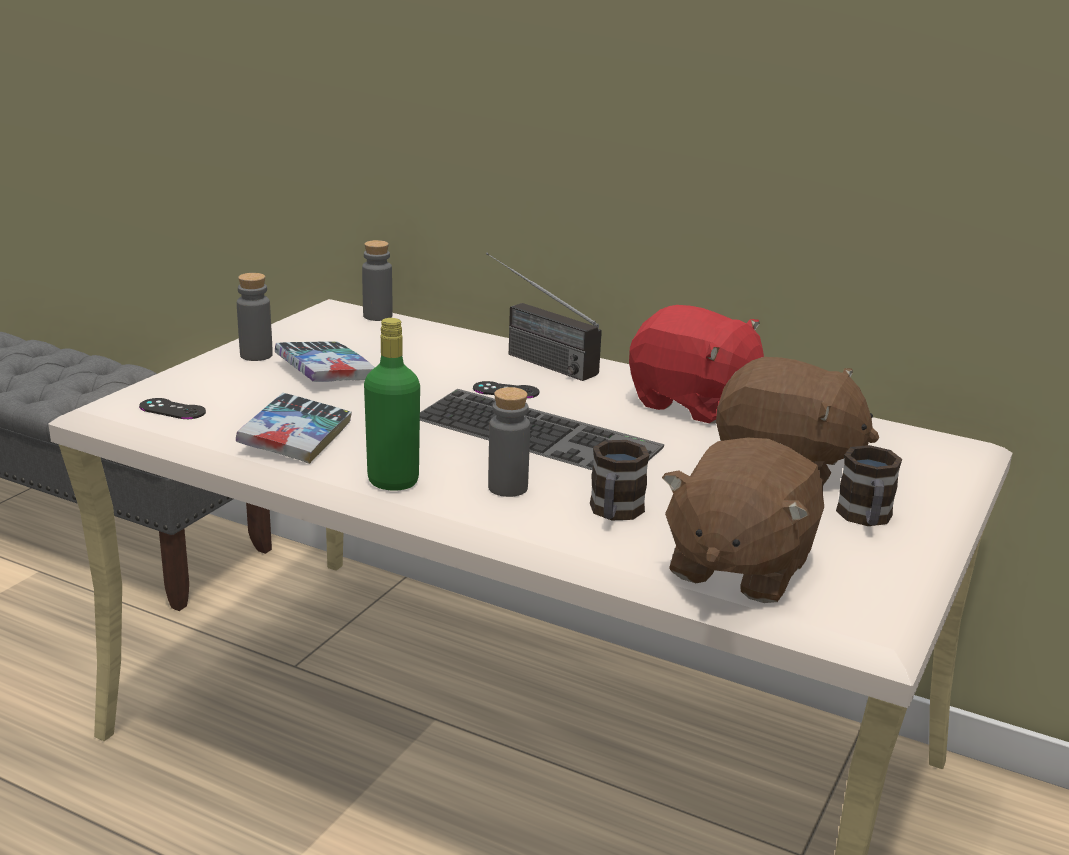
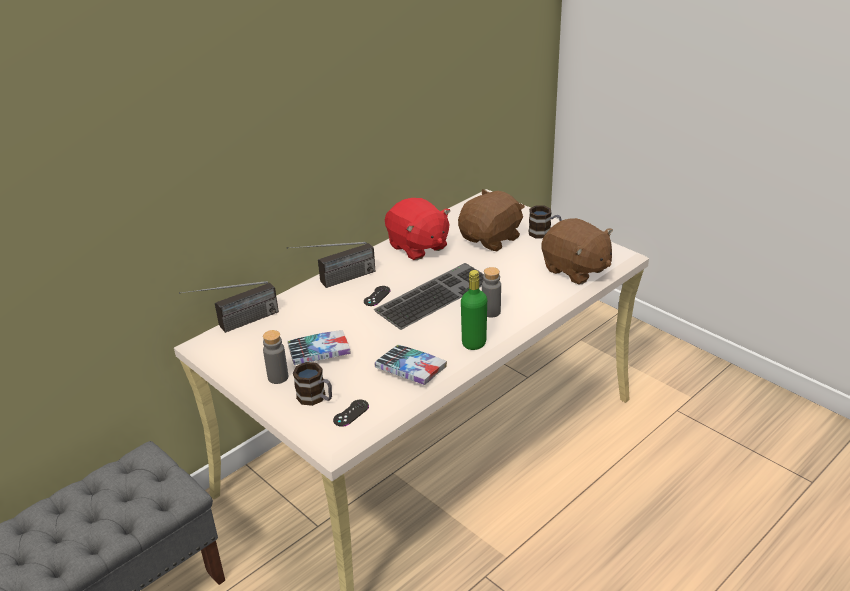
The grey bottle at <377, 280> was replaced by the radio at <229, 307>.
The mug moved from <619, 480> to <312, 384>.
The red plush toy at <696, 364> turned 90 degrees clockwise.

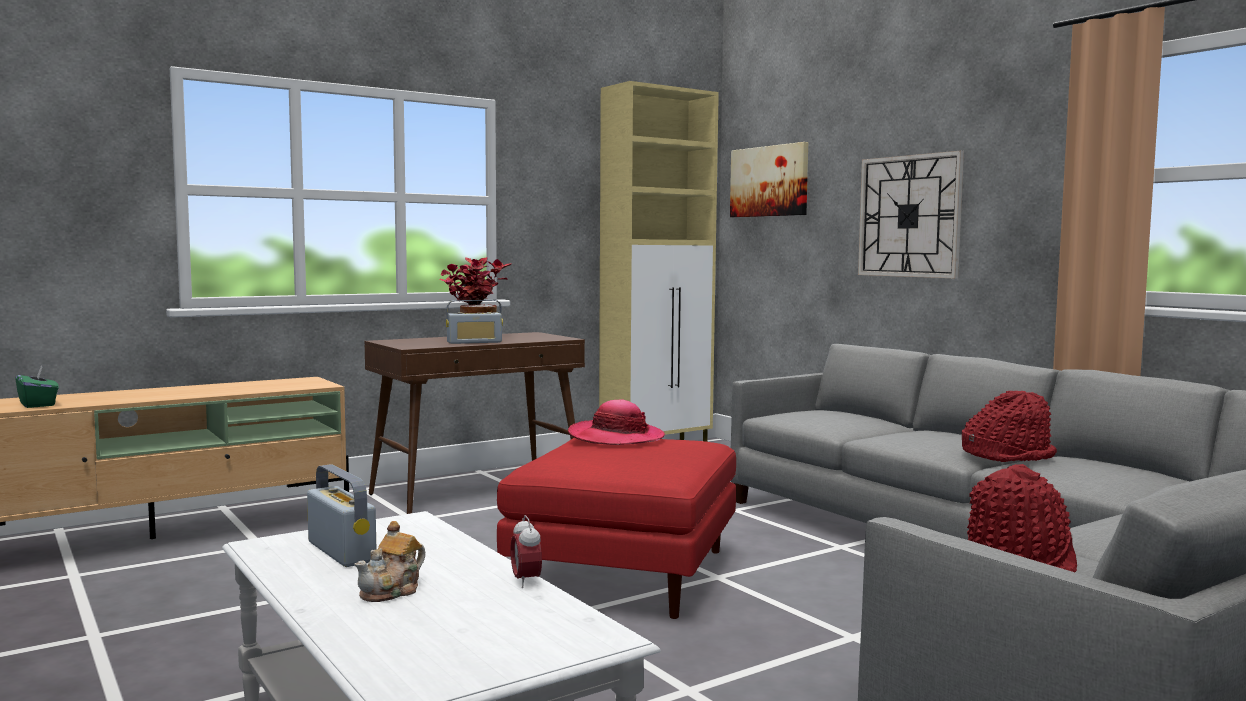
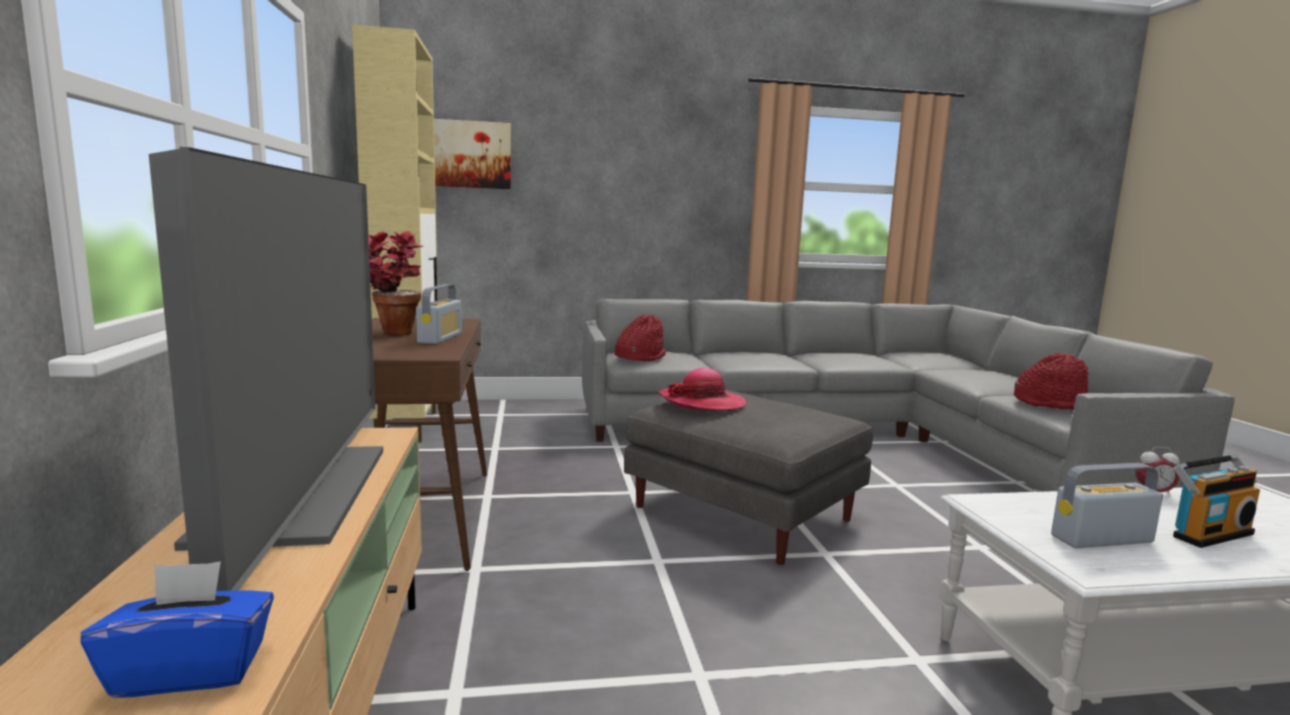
The green tissue box at <37, 386> became the blue tissue box at <177, 629>.
The teapot at <390, 561> was replaced by the radio at <1216, 501>.
The red ottoman at <616, 528> became the grey ottoman at <748, 477>.
The wall clock at <911, 214> disappeared.
The red hat moved from <1009, 426> to <640, 338>.
The television at <266, 369> appeared.

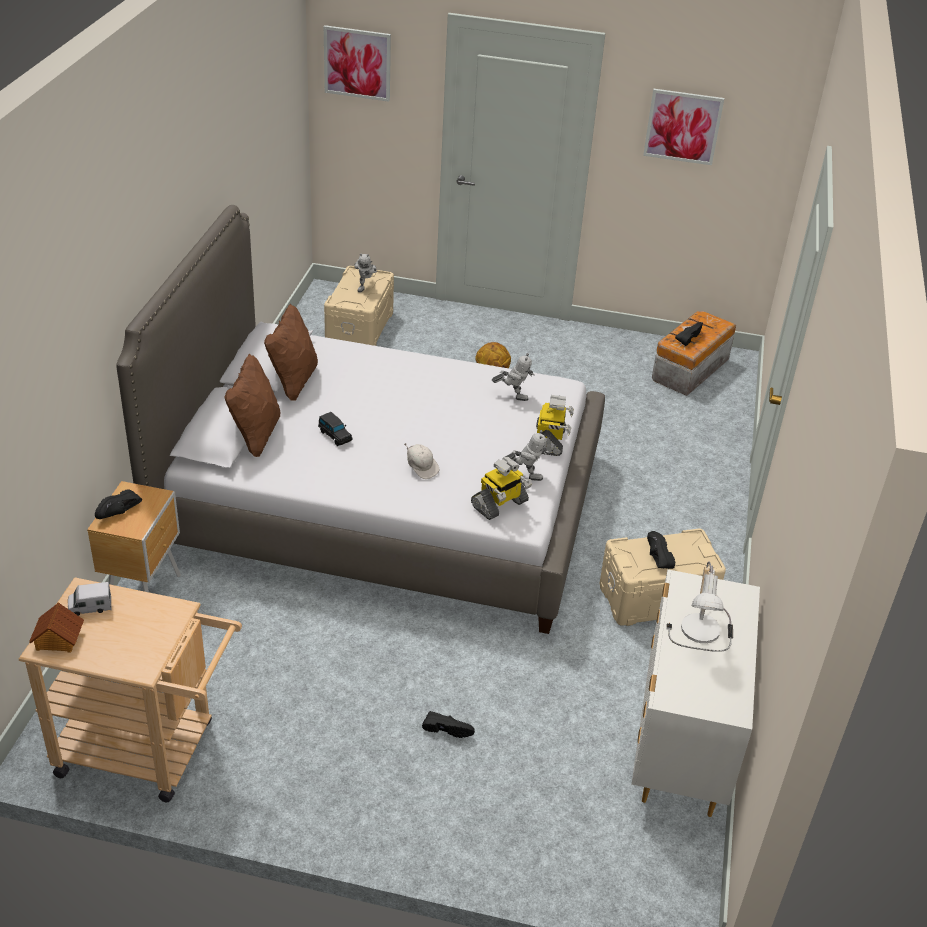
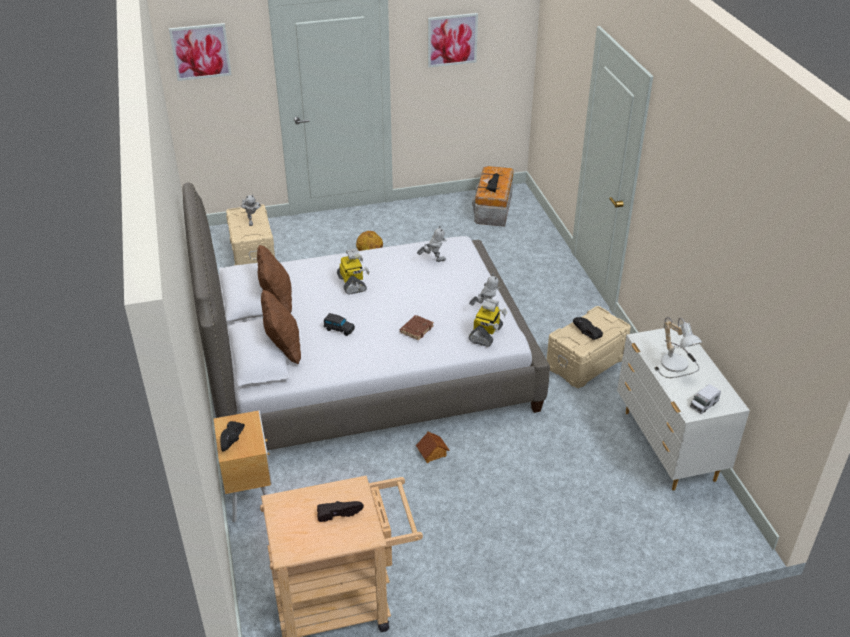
The toy house moved from <56, 627> to <433, 447>.
The toy truck moved from <89, 599> to <705, 399>.
The white cap at <421, 461> was replaced by the brown book at <417, 327>.
The black shoe moved from <448, 724> to <340, 511>.
The toy robot moved from <555, 425> to <353, 271>.

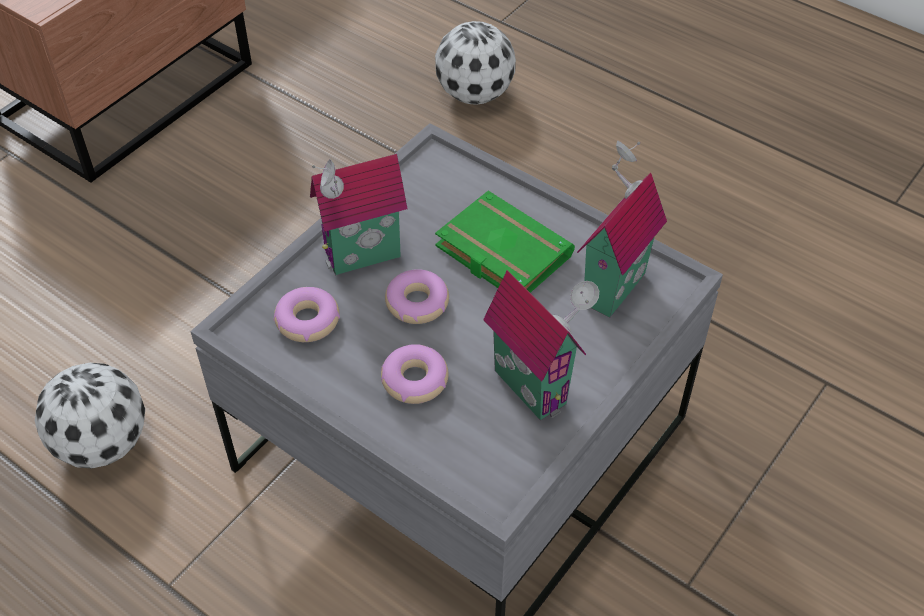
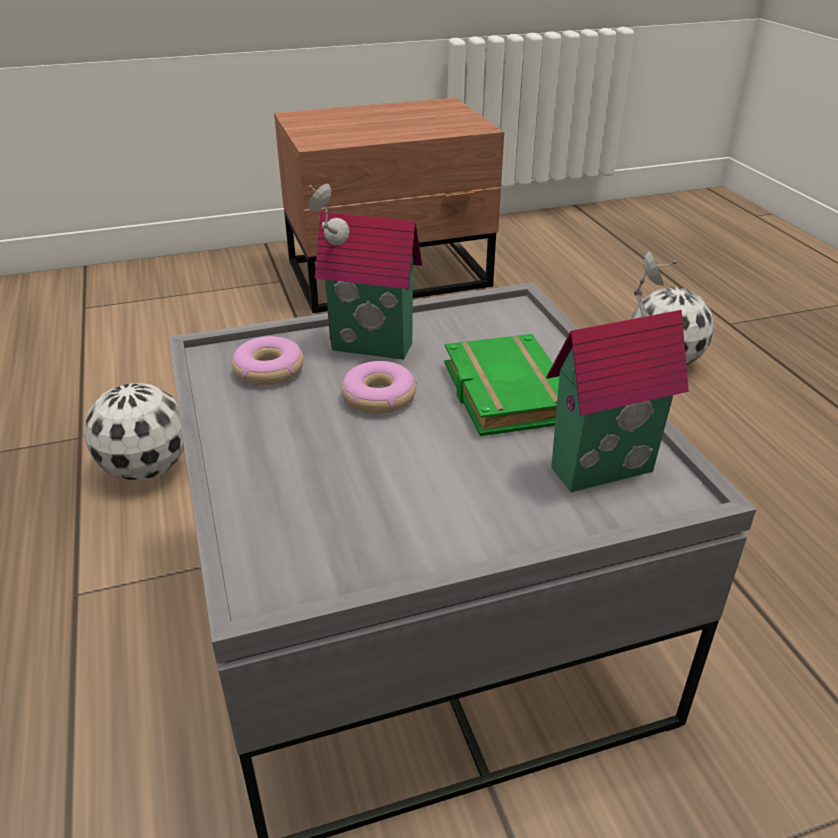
The donut at <415, 374> disappeared.
The toy house at <541, 345> disappeared.

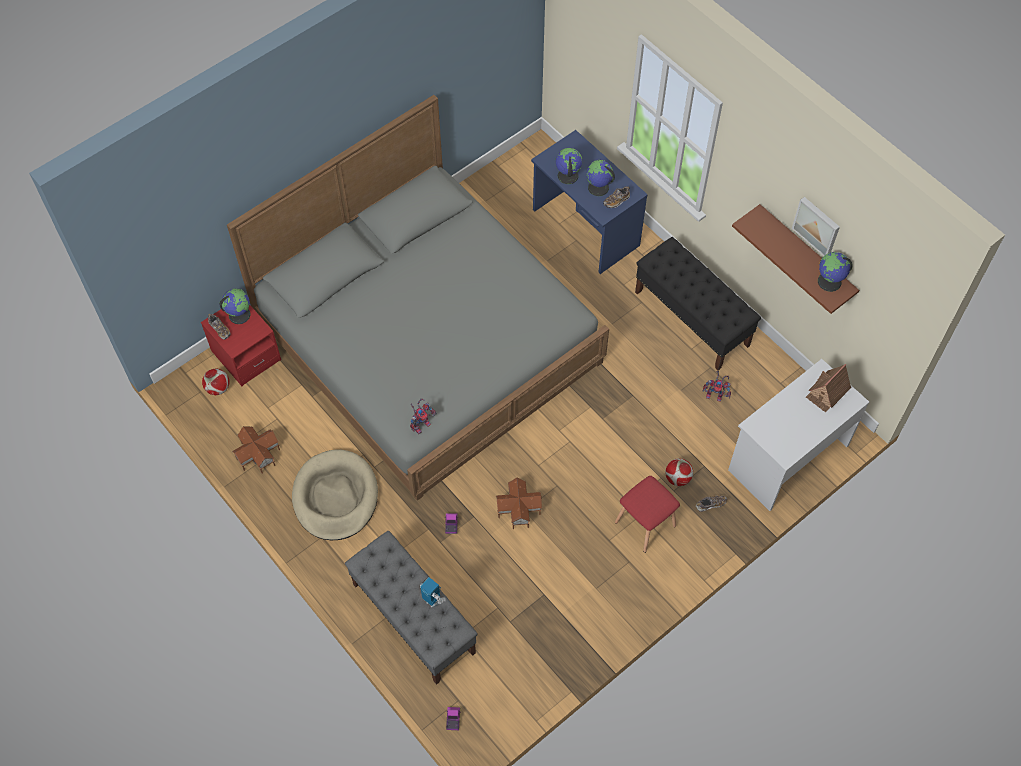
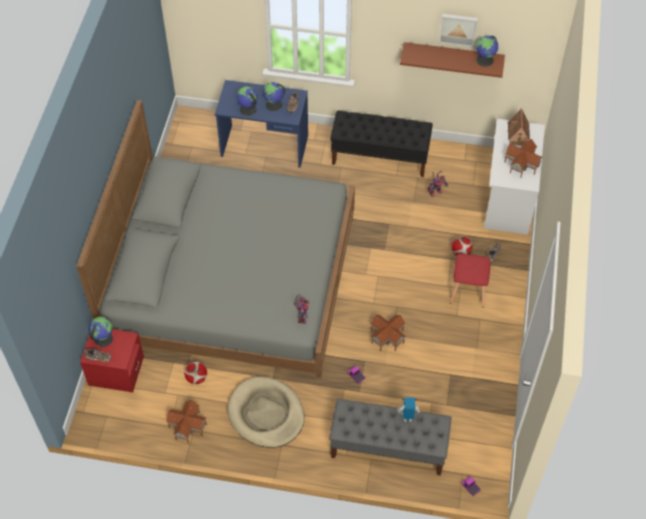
The football moved from <215, 382> to <195, 373>.
The toy house at <523, 158> appeared.

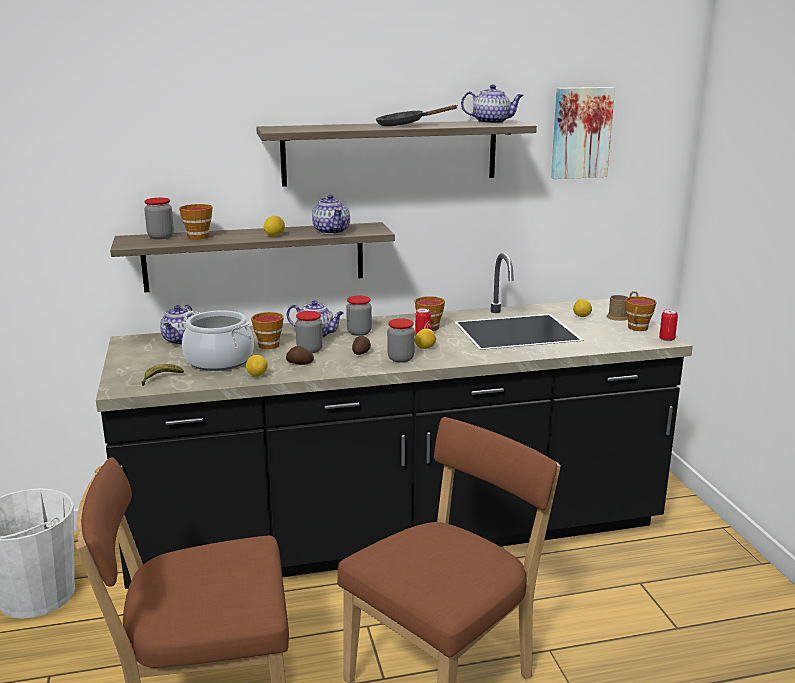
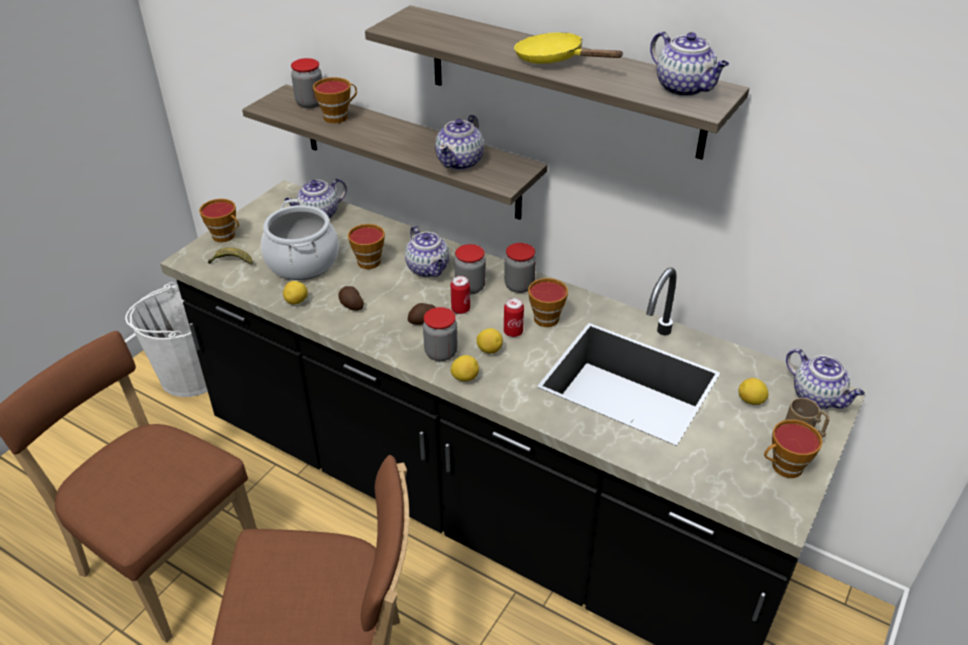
The lemon moved from <274, 226> to <465, 368>.
The jar moved from <309, 332> to <520, 268>.
The black frying pan at <417, 115> became the yellow frying pan at <569, 48>.
The picture at <583, 133> disappeared.
The can moved from <668, 325> to <460, 295>.
The cup at <219, 220> appeared.
The teapot at <825, 378> appeared.

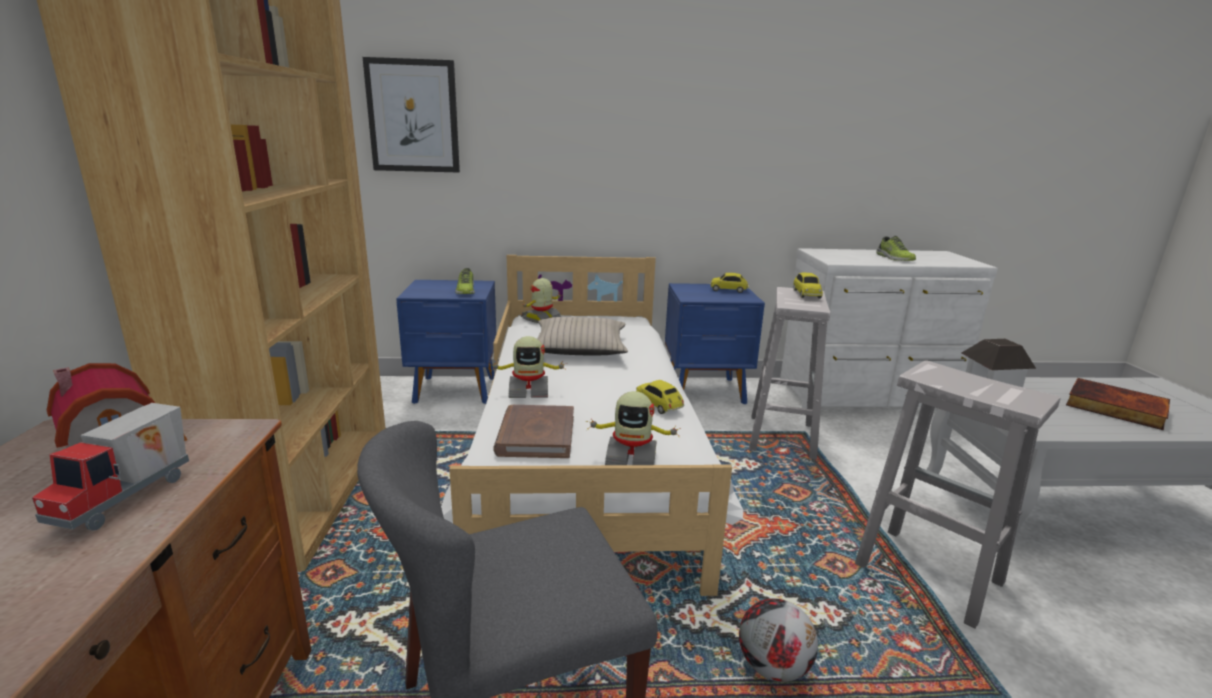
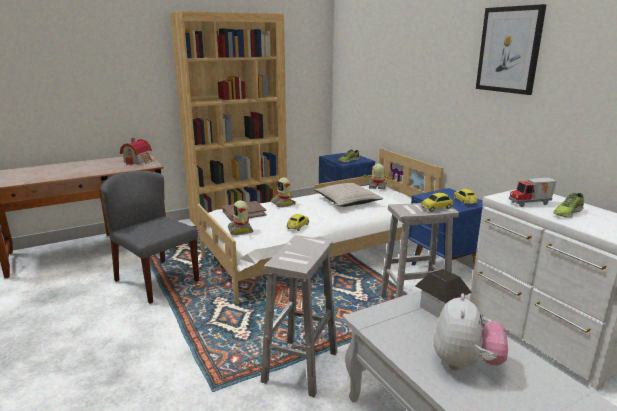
The toy truck moved from <110, 467> to <533, 192>.
The picture moved from <411, 115> to <511, 49>.
The football at <778, 640> disappeared.
The book at <1118, 404> was replaced by the plush toy at <471, 331>.

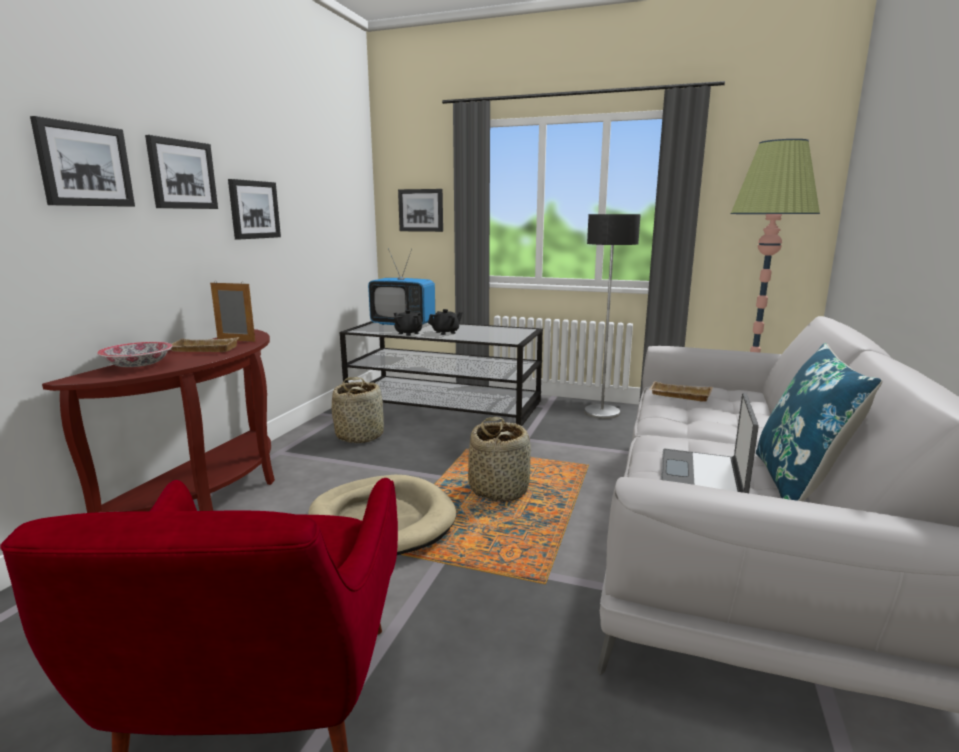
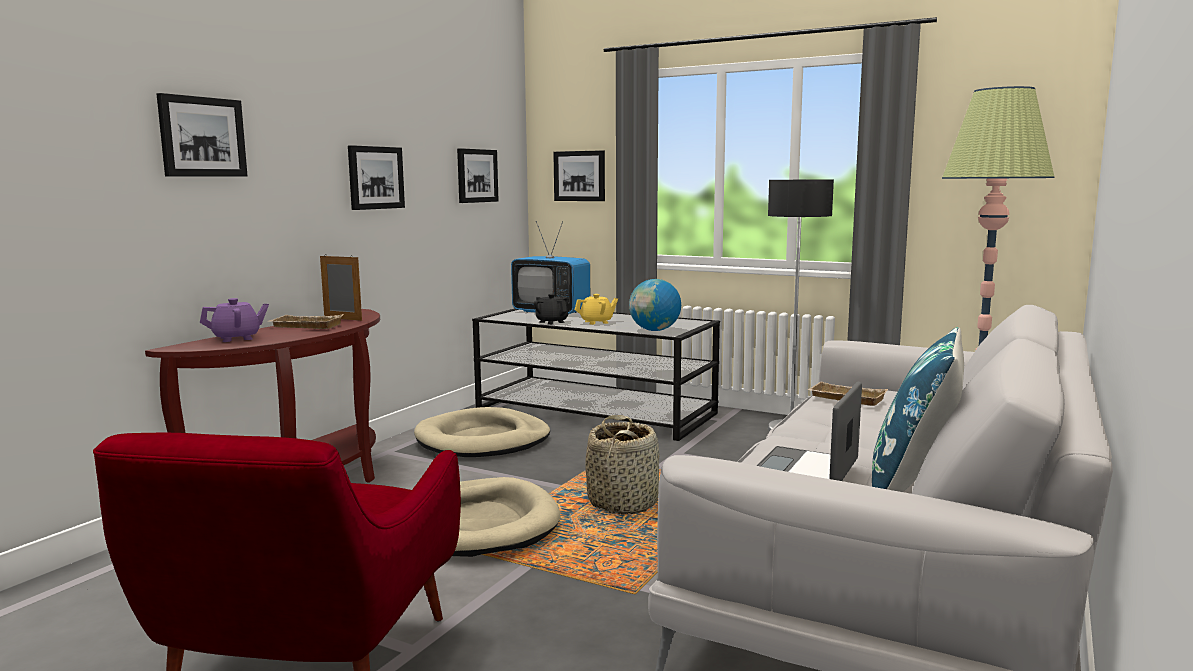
The bowl at <135, 354> was replaced by the purple teapot at <234, 320>.
The picture moved from <181, 172> to <478, 175>.
The basket at <358, 410> was replaced by the beige dog bed at <482, 432>.
The black teapot at <445, 322> became the yellow teapot at <596, 309>.
The globe at <655, 305> appeared.

